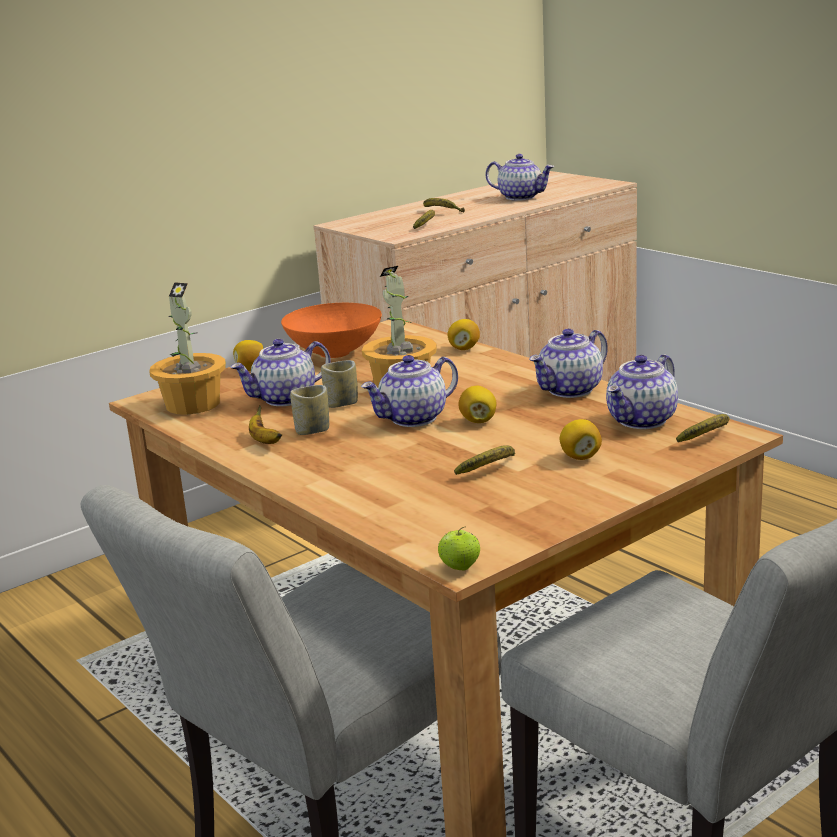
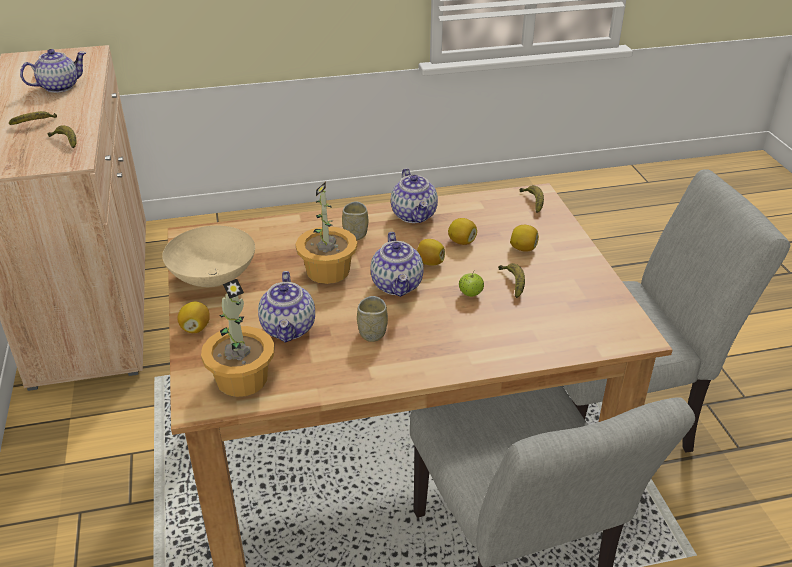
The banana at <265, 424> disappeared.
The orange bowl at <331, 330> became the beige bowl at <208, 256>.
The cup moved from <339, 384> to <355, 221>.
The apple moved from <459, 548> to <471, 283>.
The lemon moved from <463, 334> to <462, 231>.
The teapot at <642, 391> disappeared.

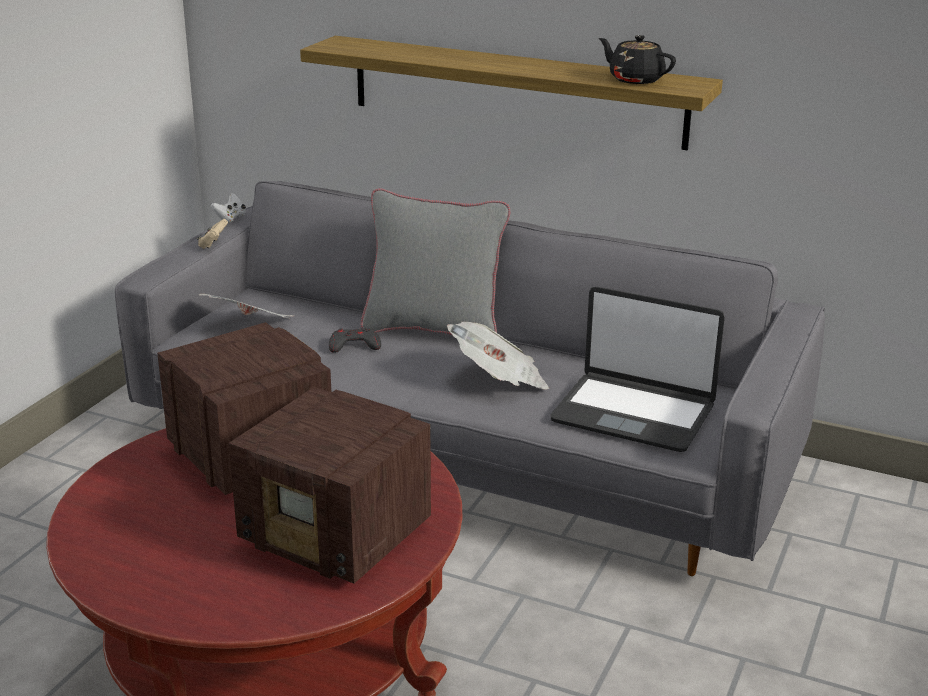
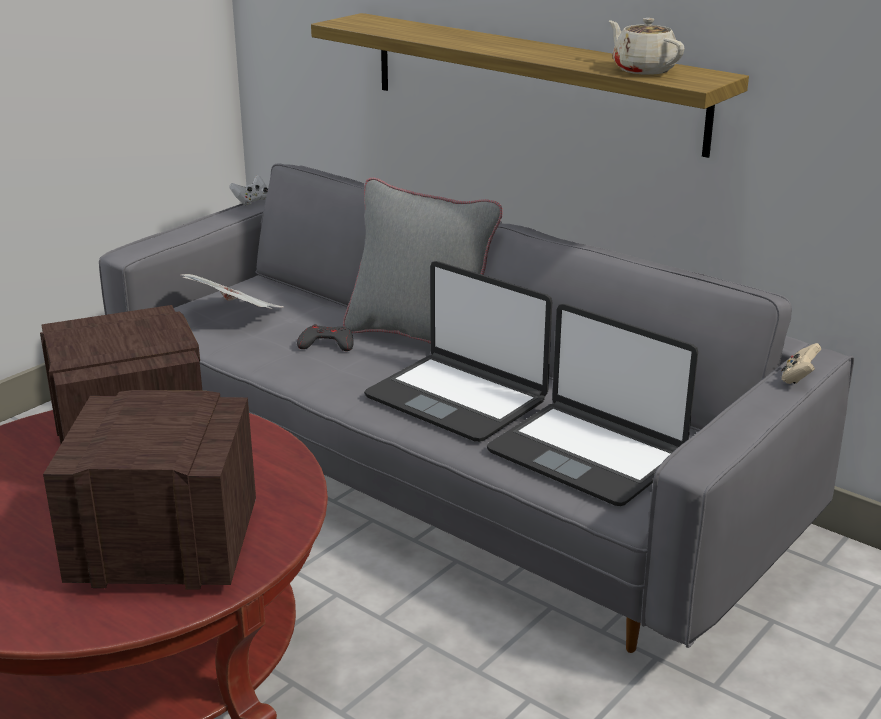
The beige game controller moved from <212, 234> to <801, 363>.
The radio at <330, 485> turned 135 degrees clockwise.
The newspaper at <498, 355> was replaced by the laptop at <458, 351>.
The black teapot at <637, 59> became the beige teapot at <646, 46>.

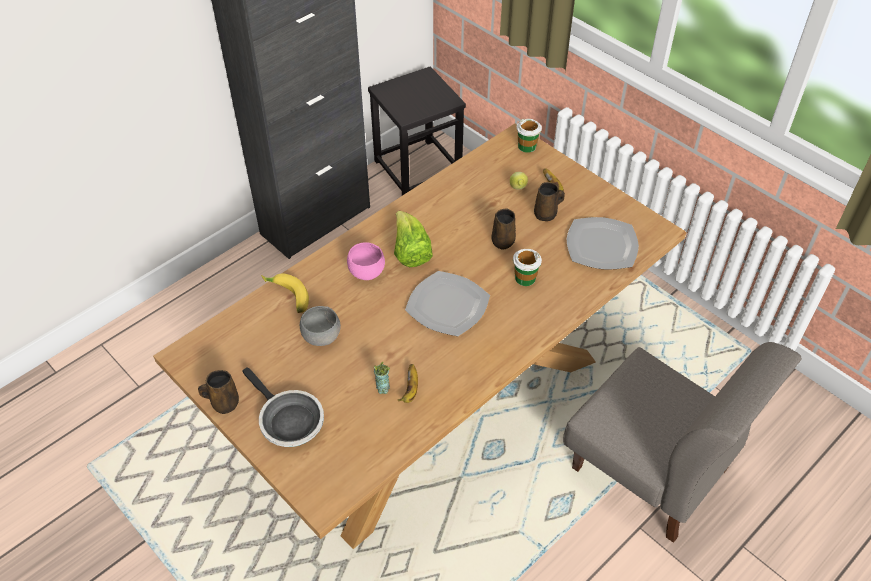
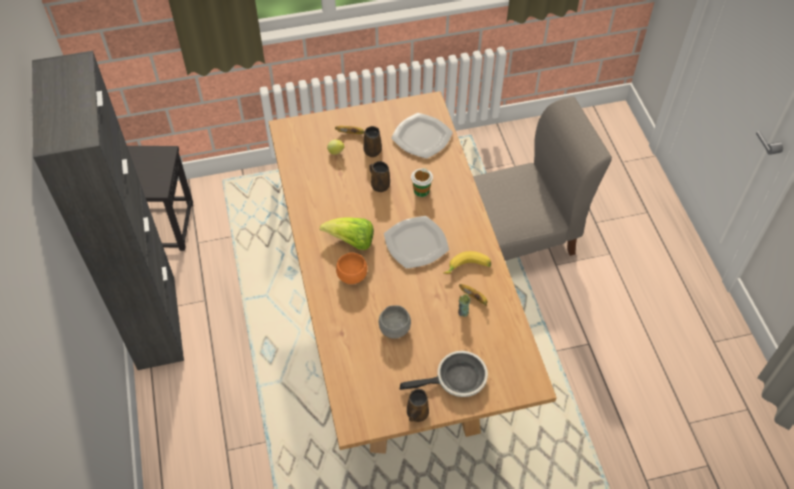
The banana moved from <285, 293> to <467, 262>.
The pink bowl at <366, 261> became the orange bowl at <351, 268>.
The cup at <529, 136> disappeared.

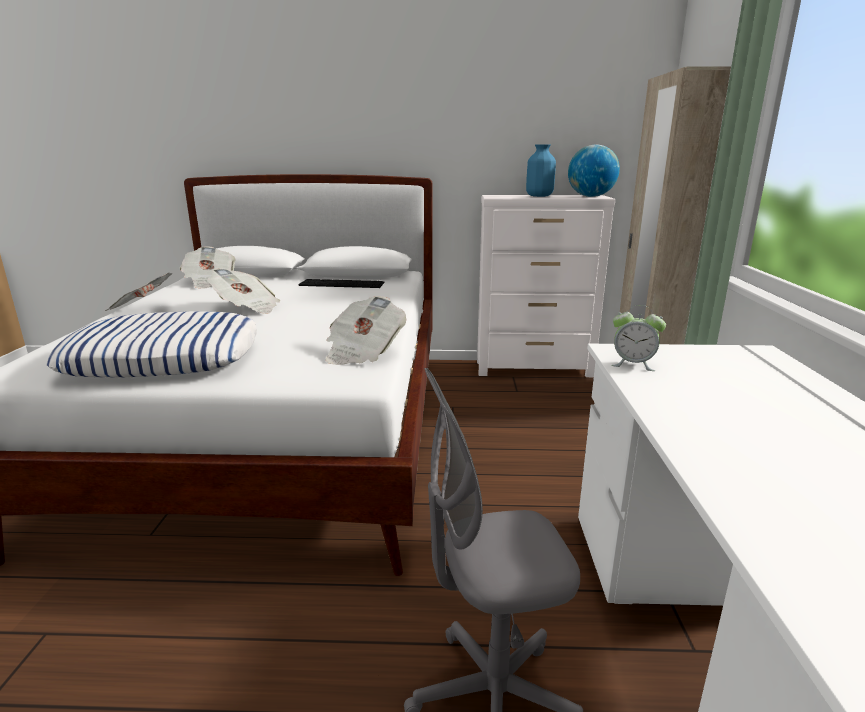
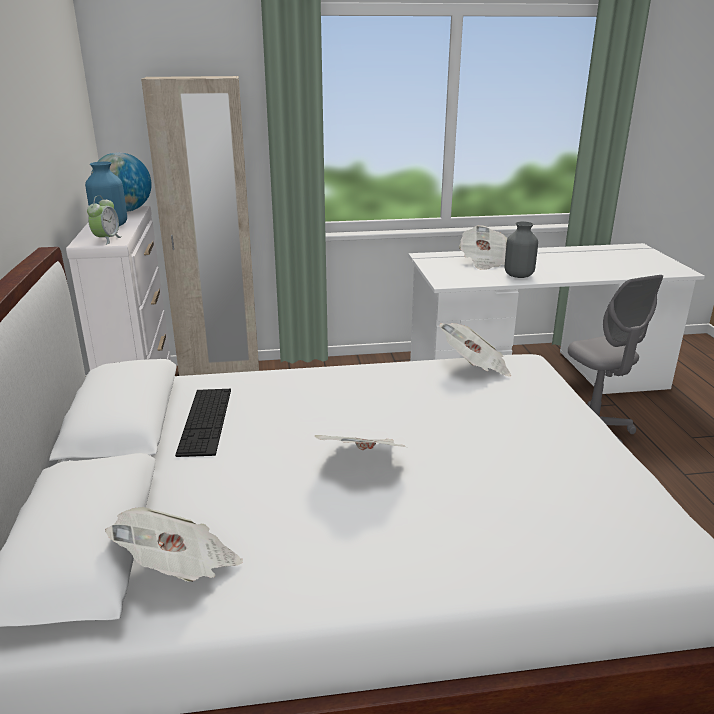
The pillow at <151, 344> disappeared.
The newspaper moved from <138, 292> to <483, 247>.
The alarm clock moved from <638, 338> to <104, 220>.
The grey vase at <521, 249> appeared.

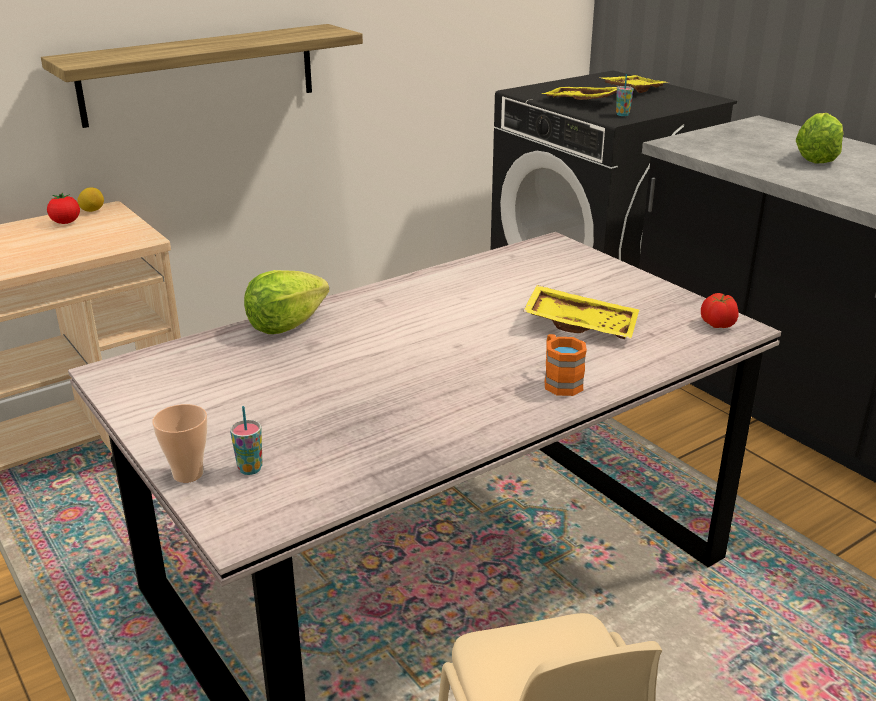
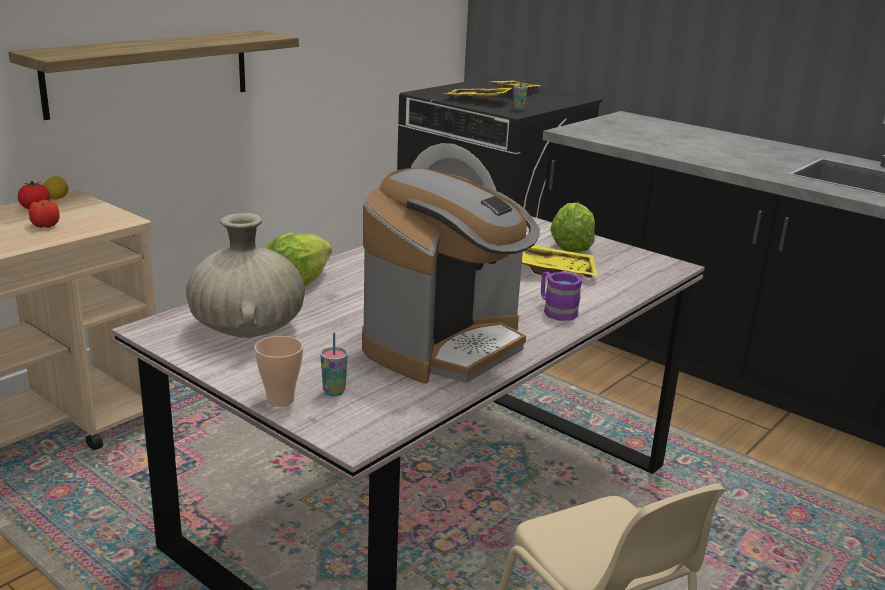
The orange mug at <565, 365> became the purple mug at <561, 296>.
The tomato moved from <720, 310> to <44, 214>.
The lettuce moved from <819, 138> to <572, 227>.
The beige vase at <245, 275> appeared.
The coffee machine at <451, 276> appeared.

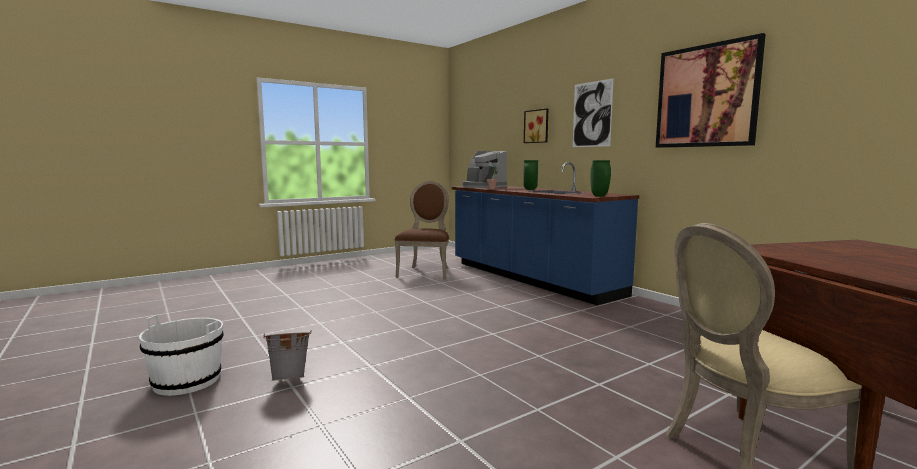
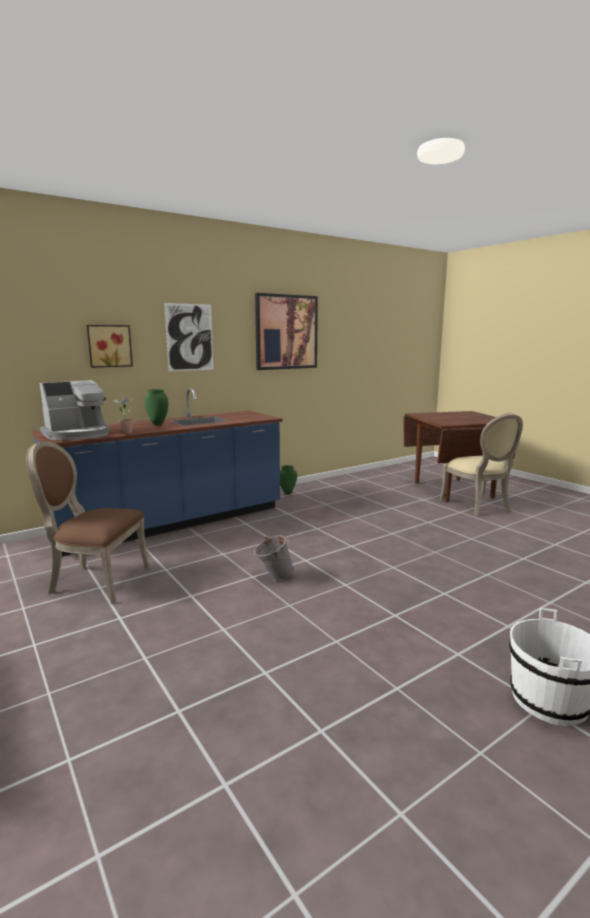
The grey bucket moved from <287, 355> to <274, 558>.
The green vase moved from <600, 178> to <288, 480>.

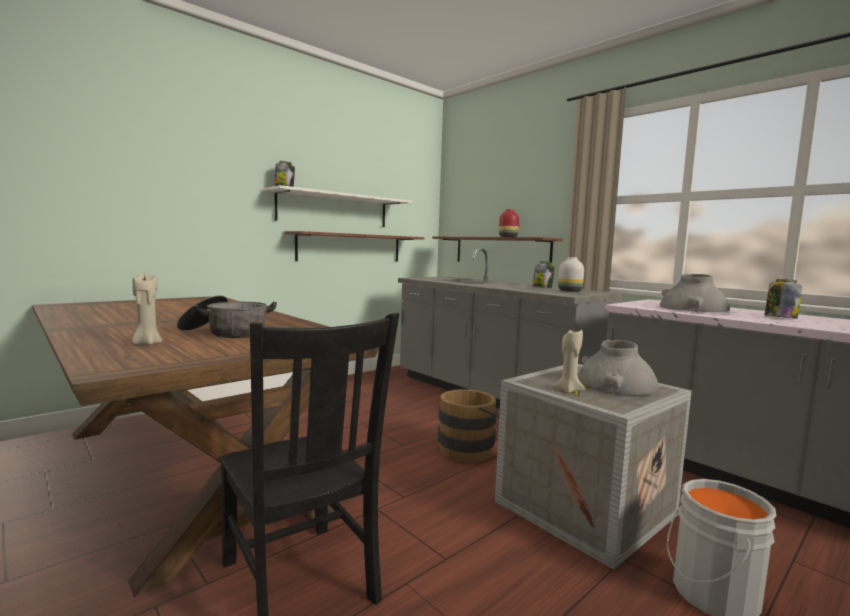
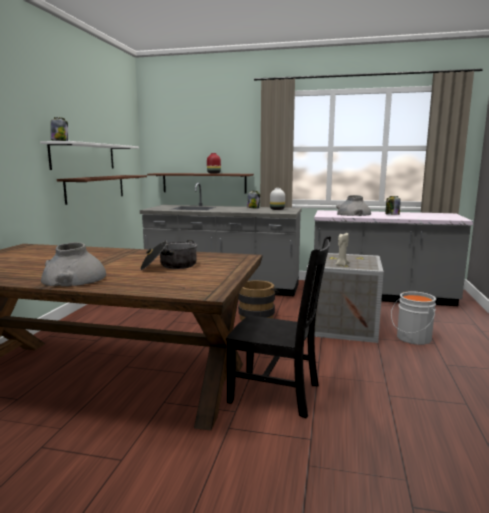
The beige candle at <146, 309> disappeared.
The grey vase moved from <618, 367> to <73, 264>.

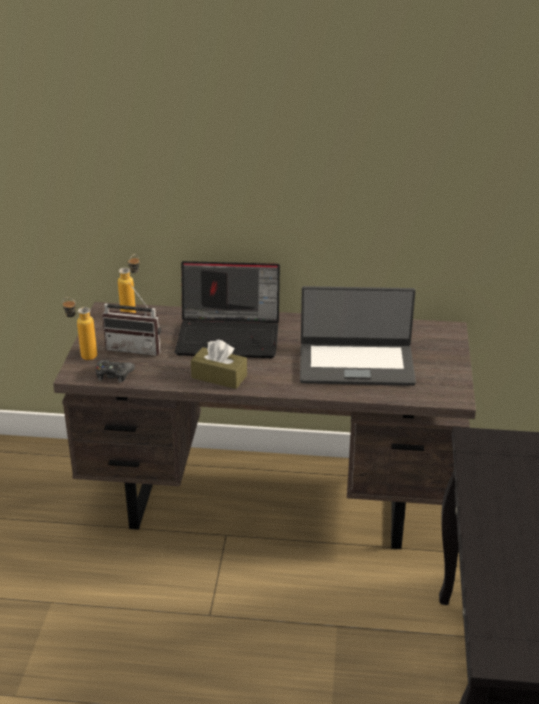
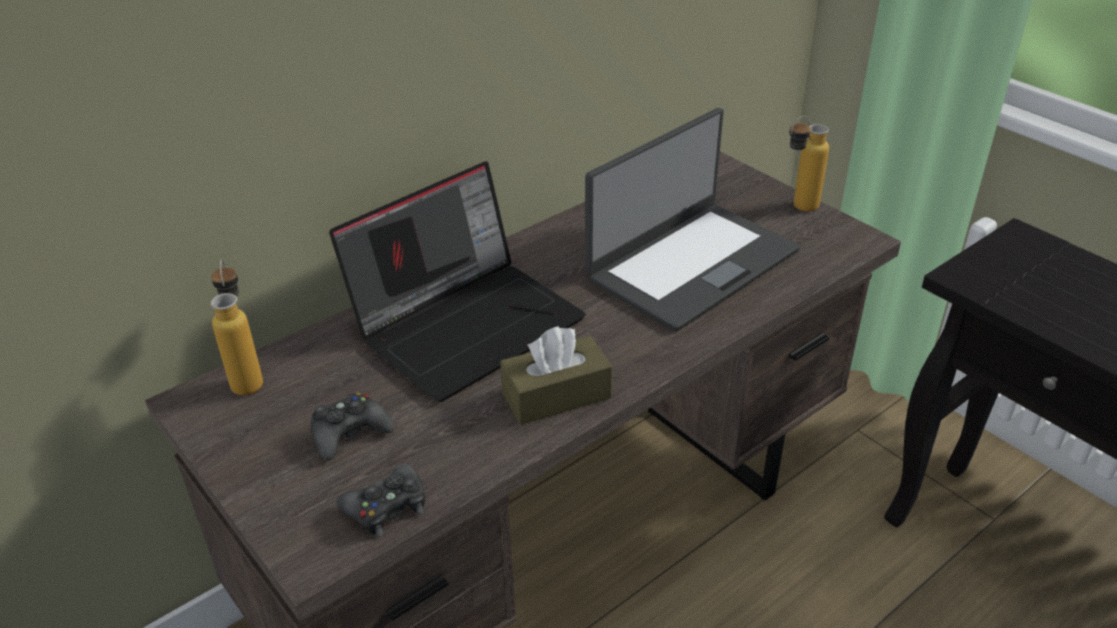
The bottle moved from <80, 328> to <809, 163>.
The radio at <131, 319> was replaced by the black game controller at <352, 426>.

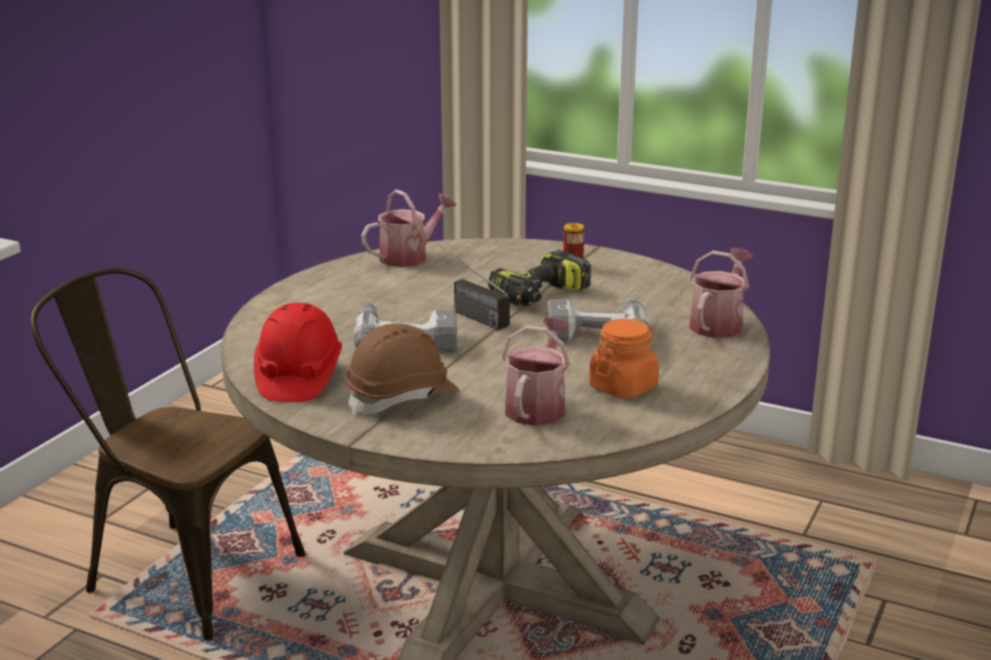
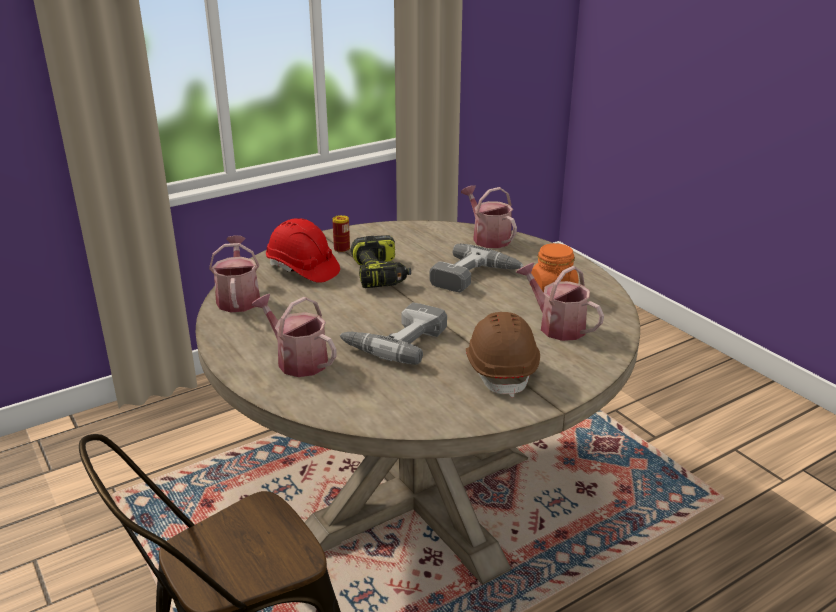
The red hard hat moved from <298, 352> to <303, 250>.
The radio at <475, 288> disappeared.
The watering can at <294, 335> appeared.

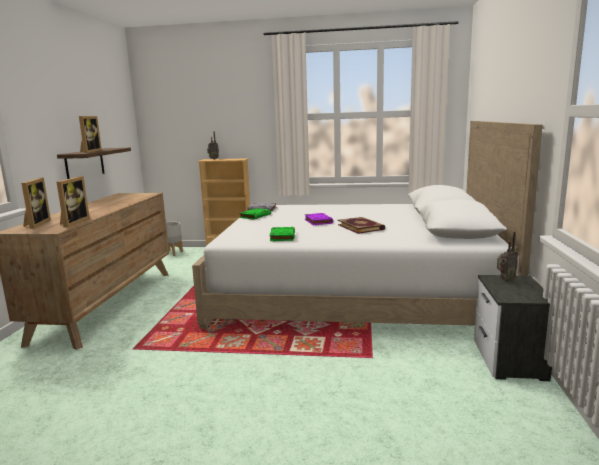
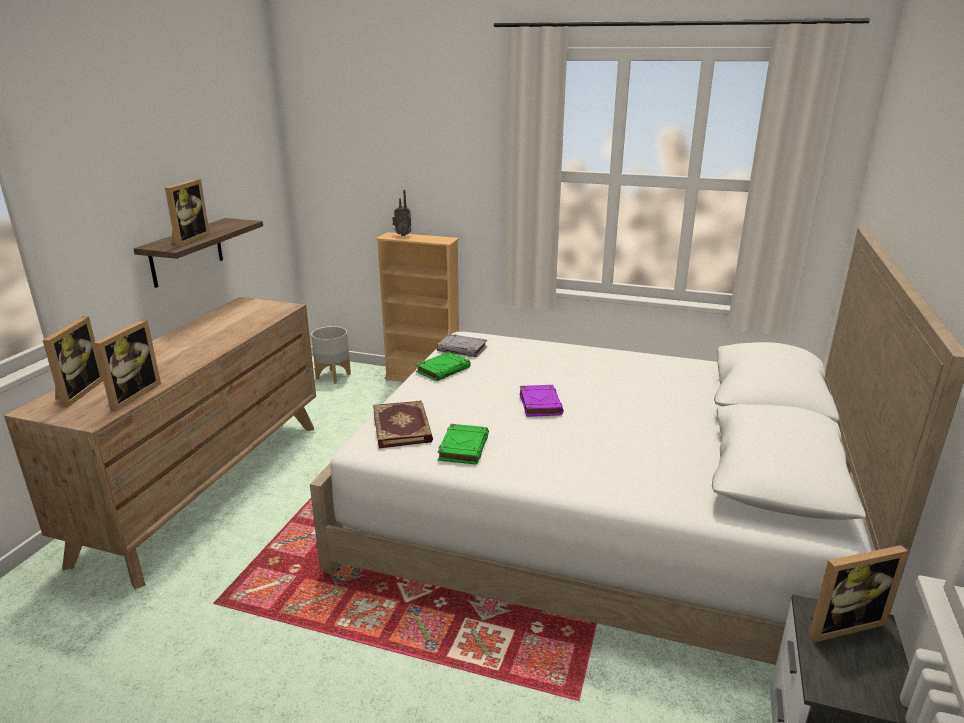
The book moved from <361, 225> to <403, 424>.
The radio at <507, 256> was replaced by the picture frame at <858, 593>.

